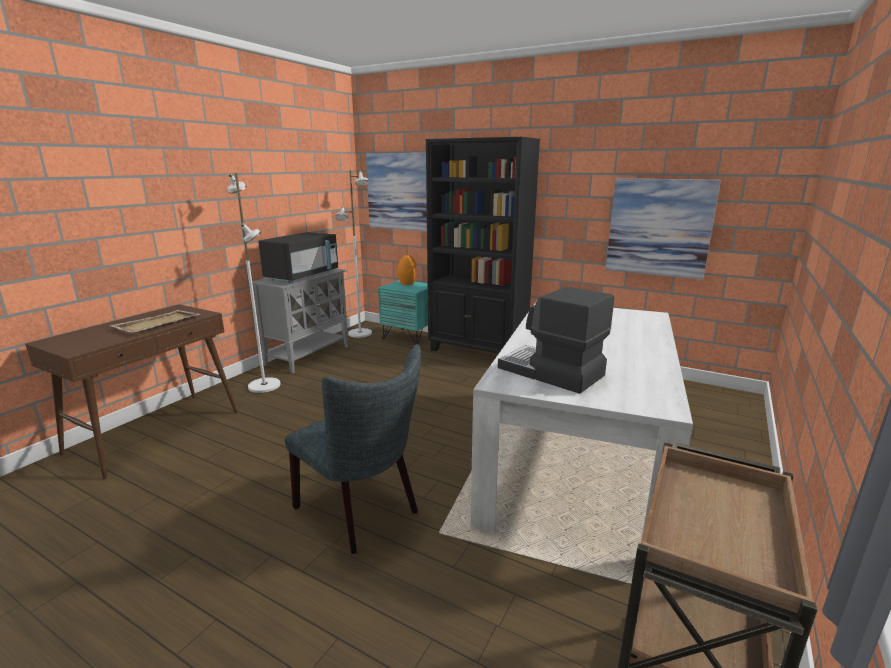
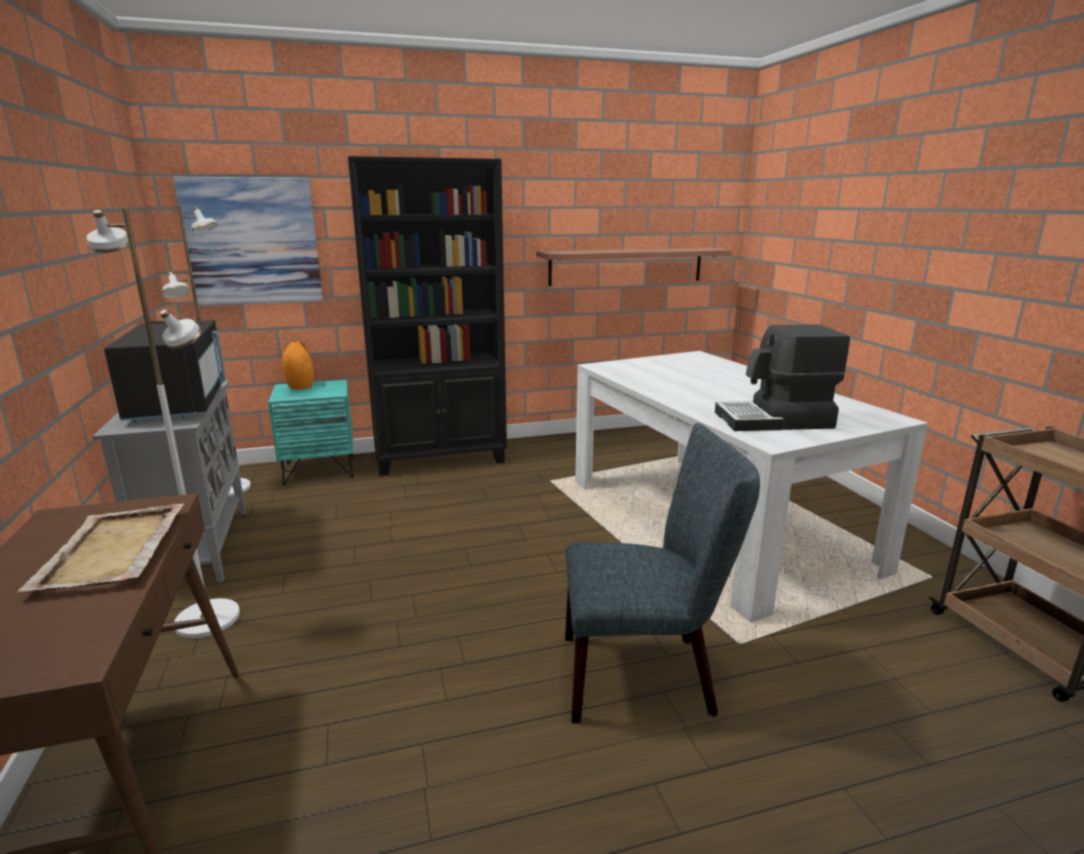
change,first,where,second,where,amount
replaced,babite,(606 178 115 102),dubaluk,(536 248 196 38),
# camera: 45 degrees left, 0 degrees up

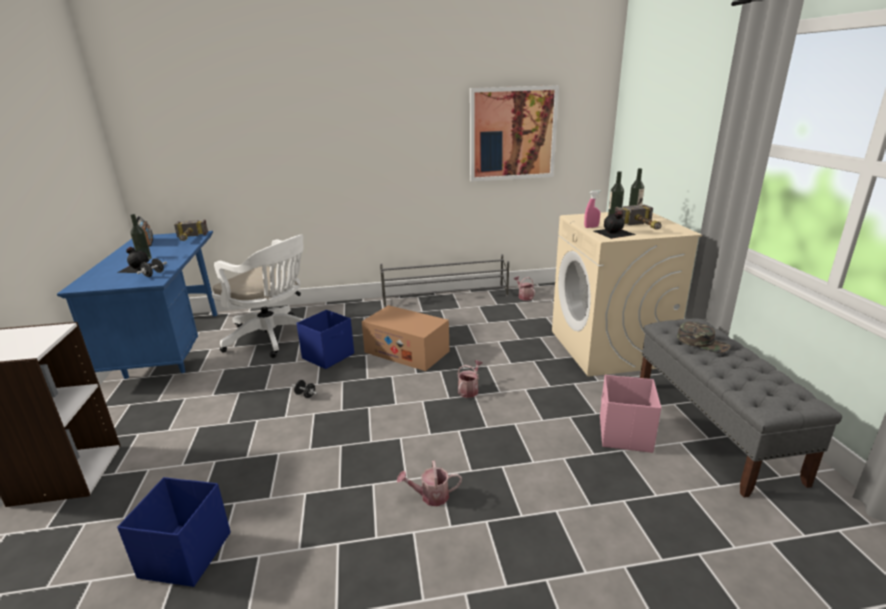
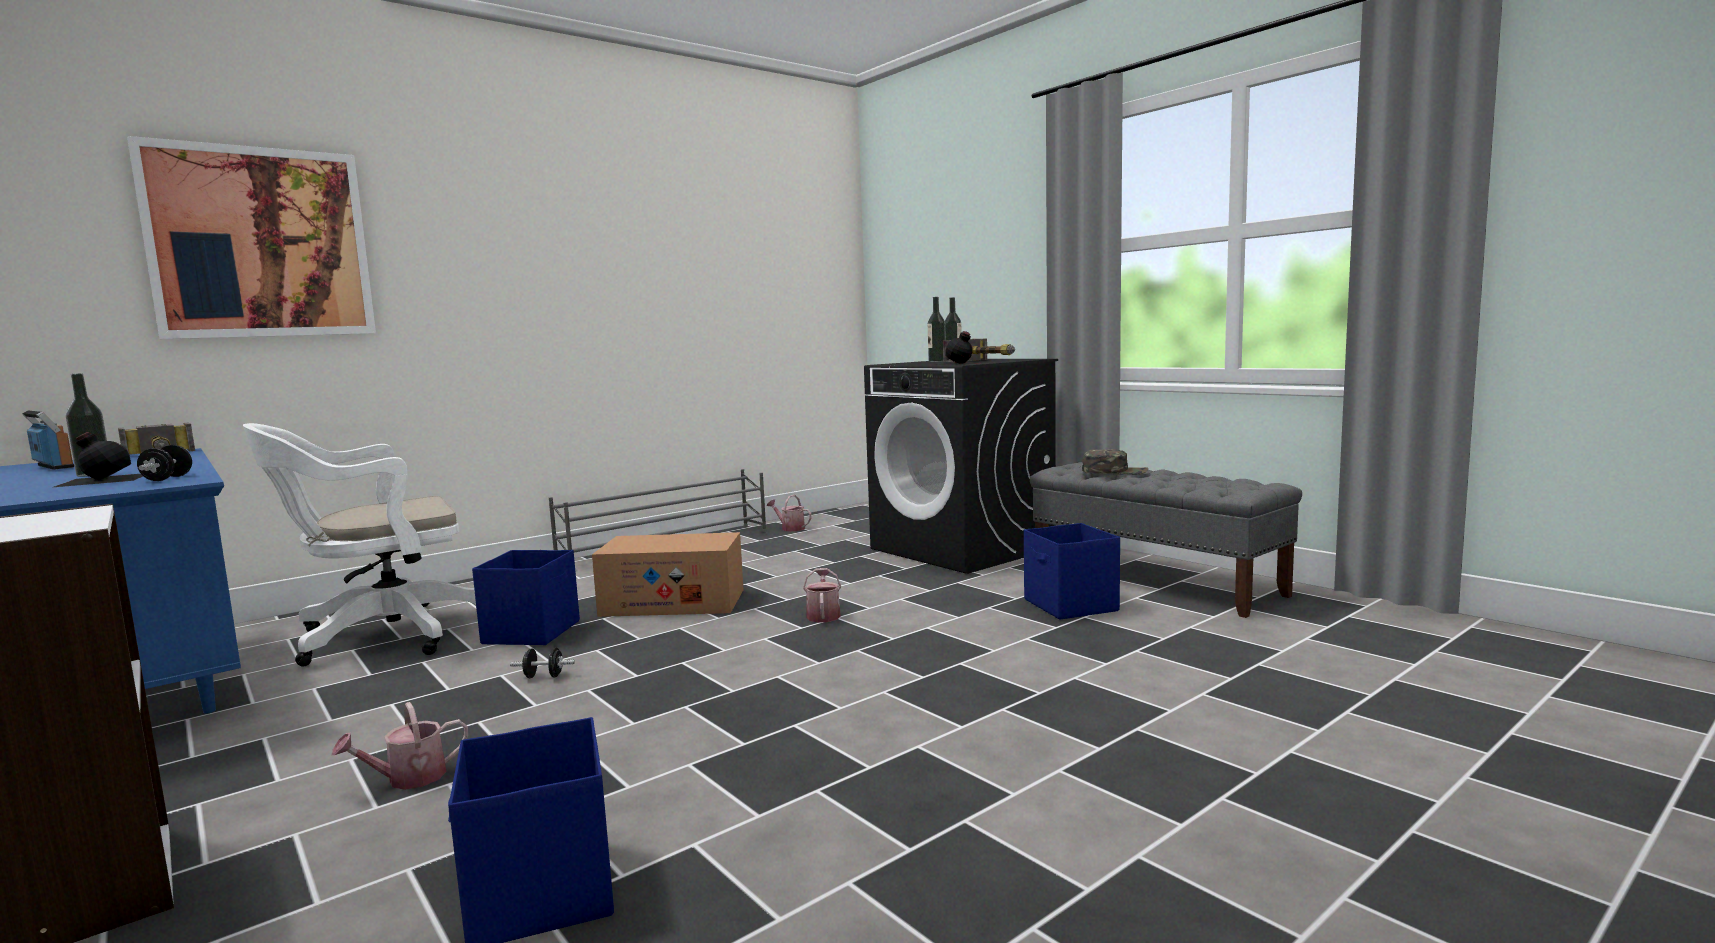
change,first,where,second,where,amount
moved,babite,(470 85 89 97),,(127 136 249 203),
turned,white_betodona,(212 234 92 124),,(243 423 233 244),150 degrees clockwise
moved,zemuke,(397 461 65 45),,(332 702 136 88),
recoloured,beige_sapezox,(552 212 150 165),black_sapezox,(864 359 194 215),
recoloured,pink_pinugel,(600 375 61 78),blue_pinugel,(1024 523 96 97),
removed,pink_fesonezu,(584 190 17 38),,,
# camera: 30 degrees left, 15 degrees down

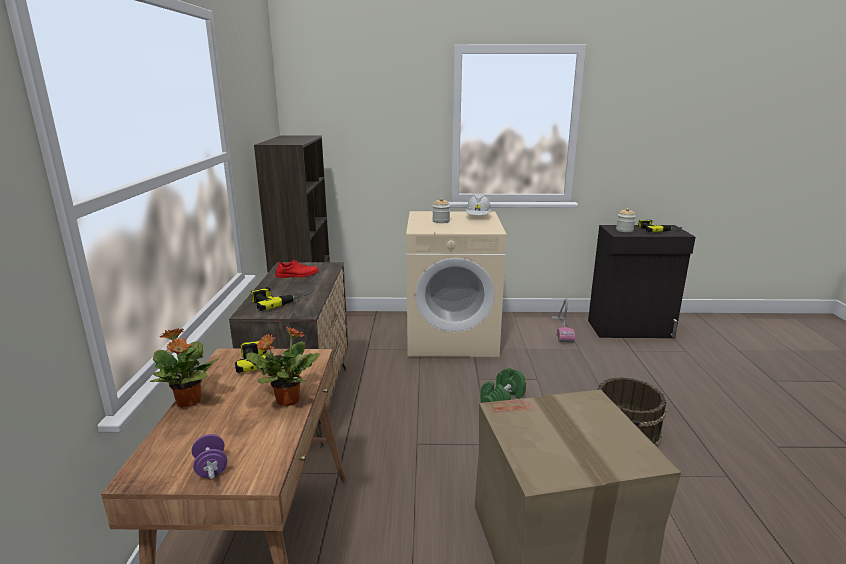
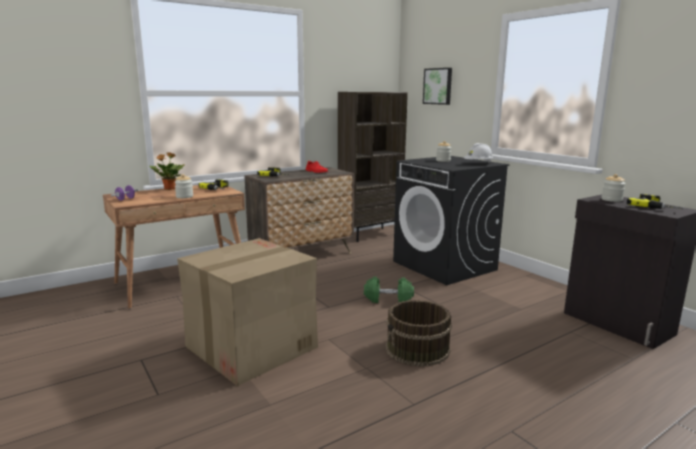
change,first,where,second,where,amount
replaced,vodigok,(246 327 74 80),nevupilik,(174 174 19 24),
recoloured,beige_sapezox,(406 211 100 146),black_sapezox,(393 156 116 129),
added,,,babite,(423 68 29 37),
removed,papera,(552 299 23 44),,,
# camera: 55 degrees right, 5 degrees down

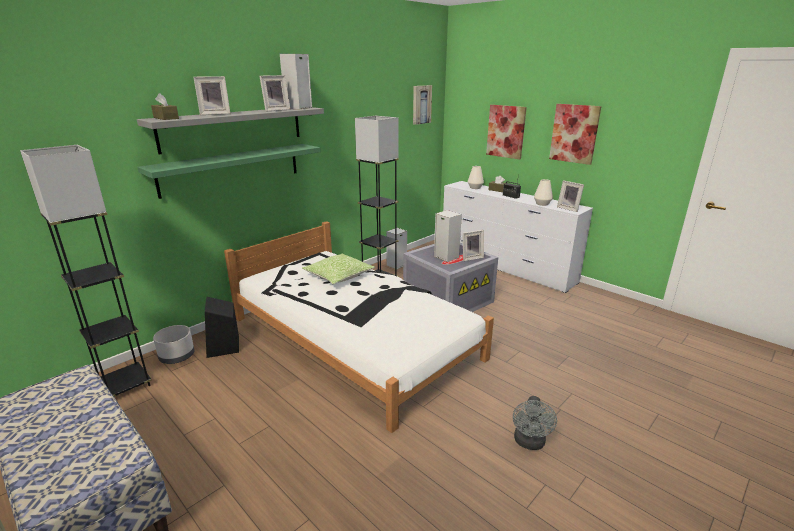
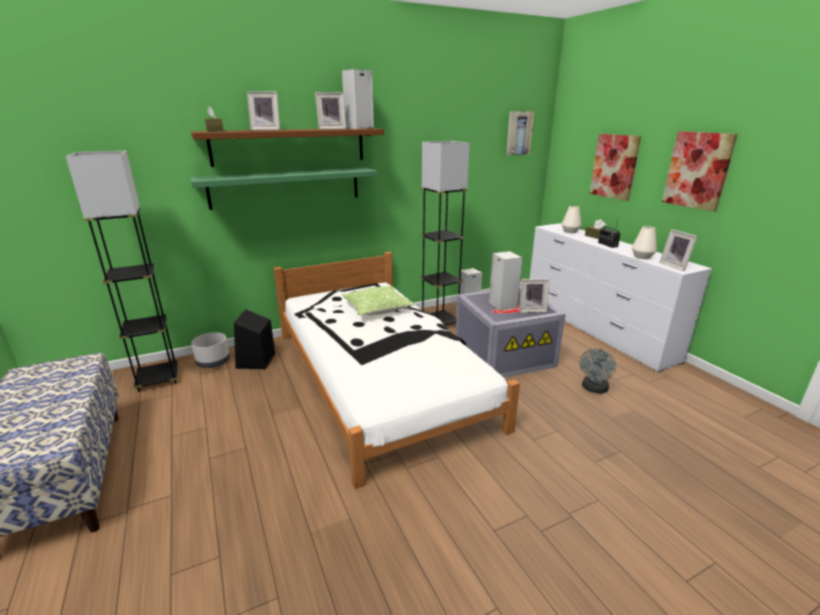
change,first,where,second,where,amount
recoloured,grey_dubaluk,(137 107 187 48),brown_dubaluk,(191 128 193 39),
moved,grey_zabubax,(513 396 44 54),,(580 348 36 46),
# camera: 20 degrees right, 0 degrees up

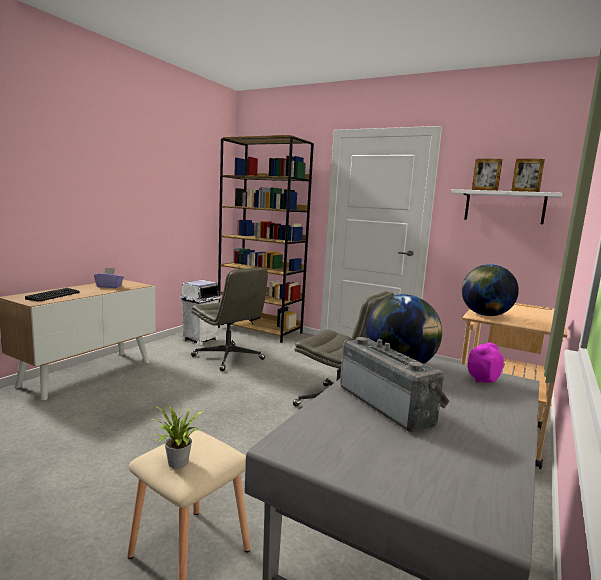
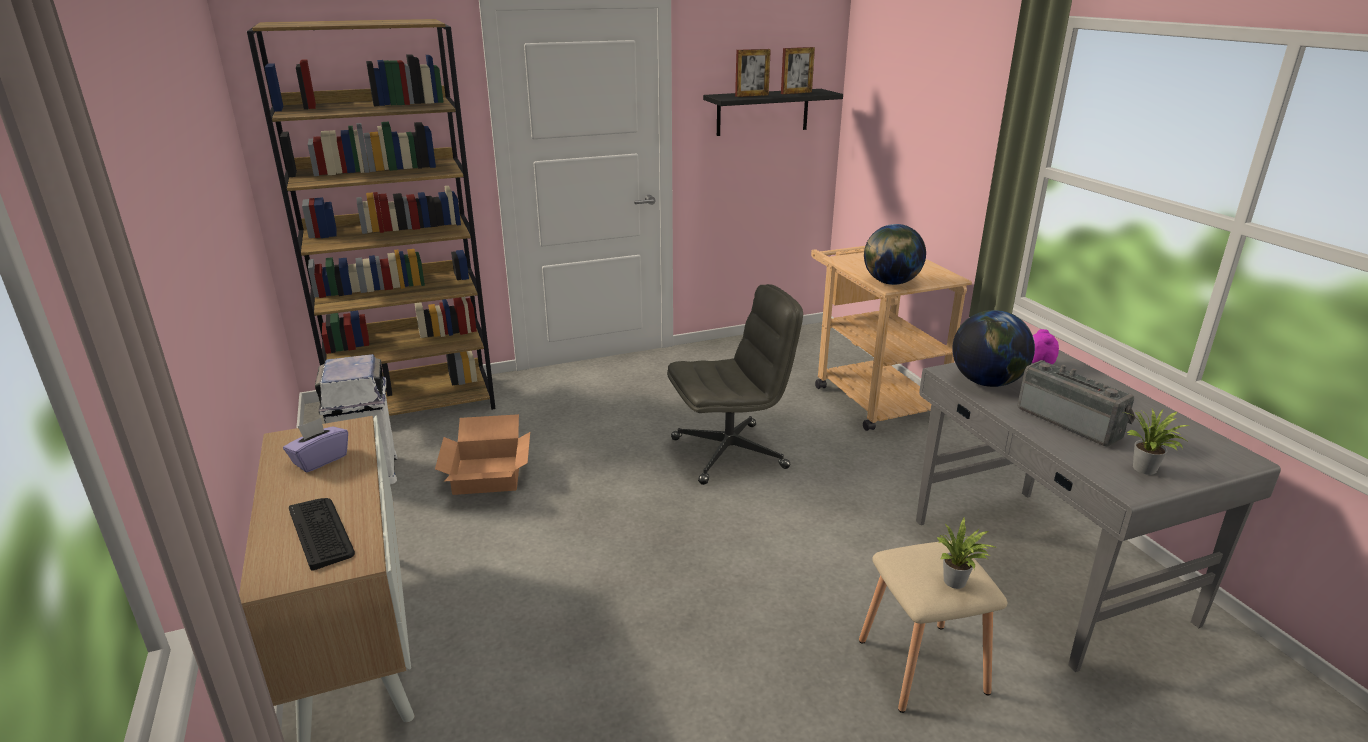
change,first,where,second,where,amount
replaced,grey_betodona,(191 268 77 103),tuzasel,(435 414 95 81),
recoloured,white_dubaluk,(451 189 111 35),black_dubaluk,(703 89 140 47),
turned,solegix,(340 337 110 95),,(1017 360 119 86),45 degrees clockwise
added,,,vodigok,(1123 409 66 66),
# camera: 50 degrees left, 15 degrees up

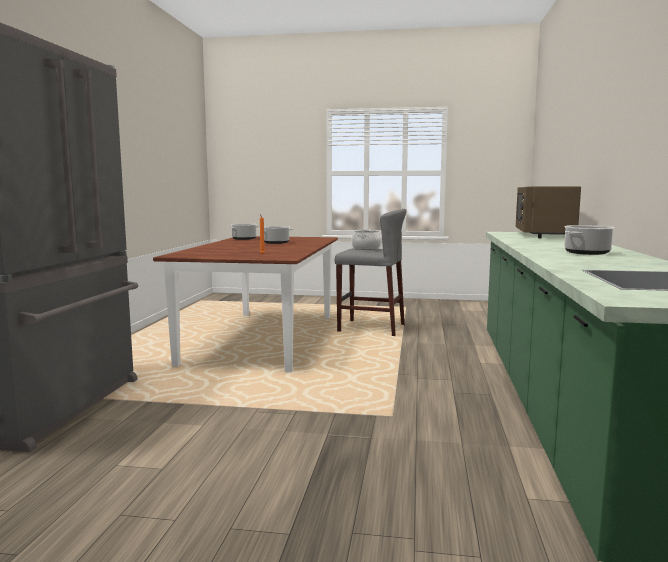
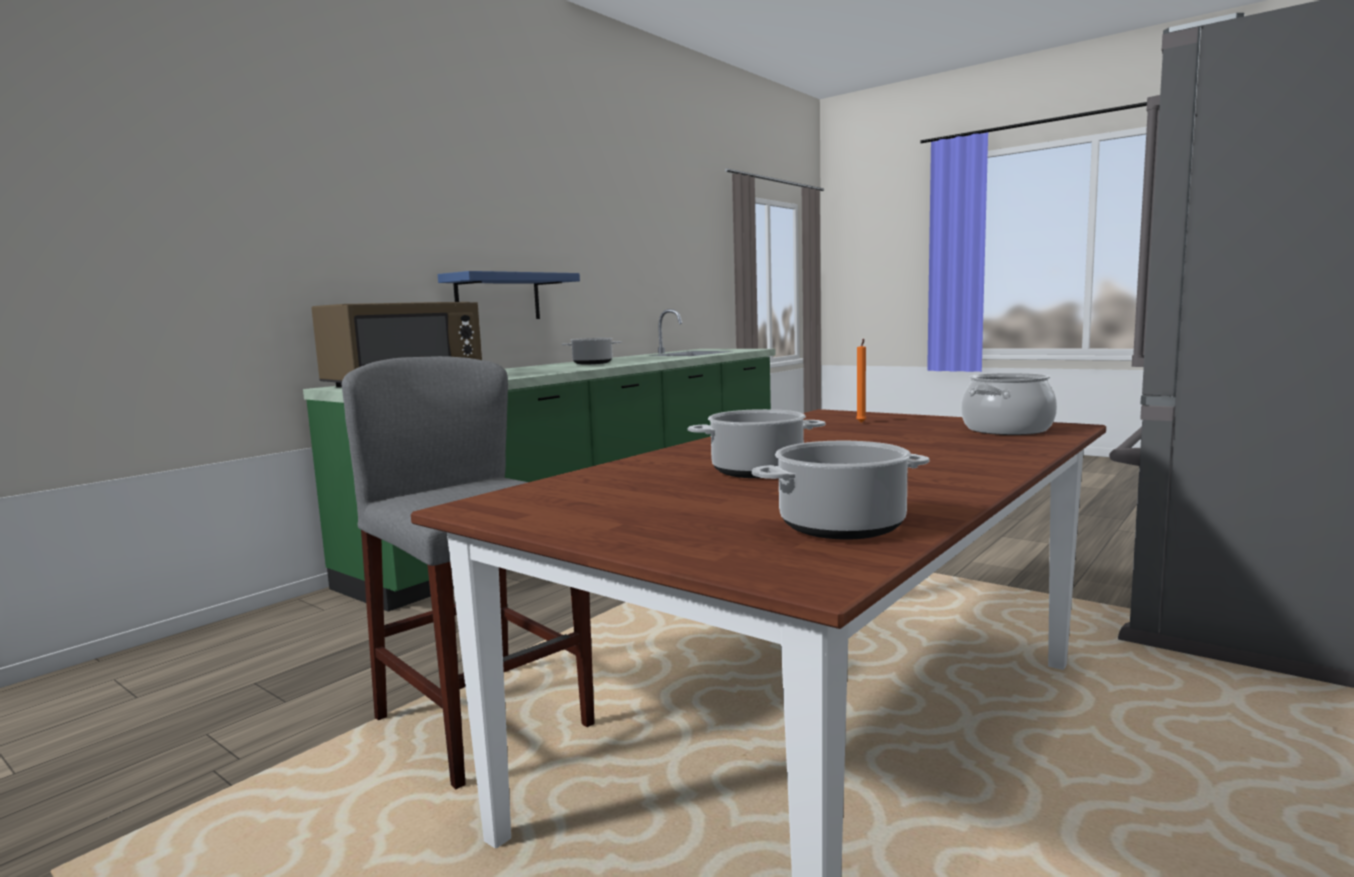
change,first,where,second,where,amount
added,,,blue_dubaluk,(438 271 142 48),
moved,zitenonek,(351 230 30 20),,(961 373 96 62),
# camera: 150 degrees left, 0 degrees up

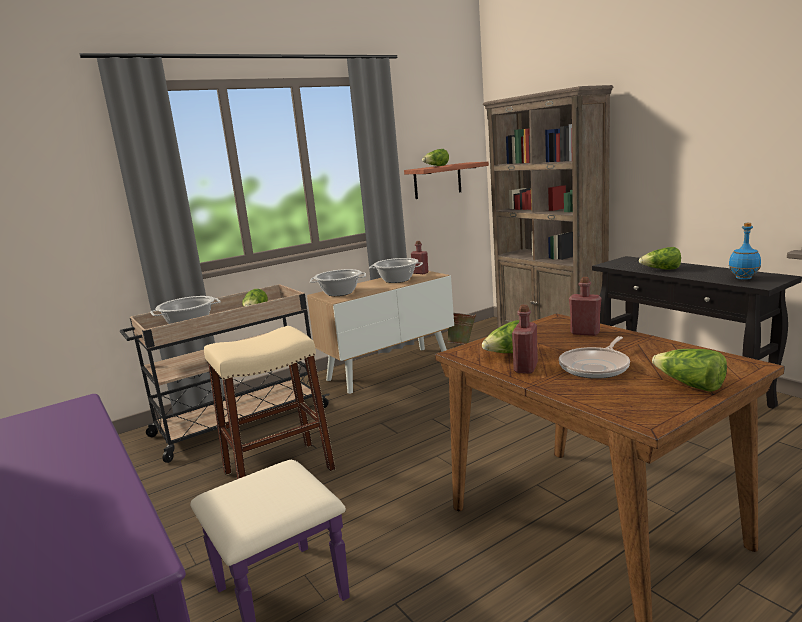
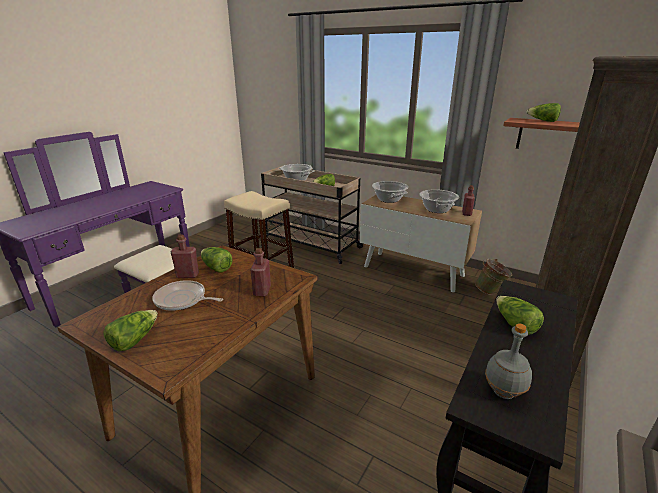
change,first,where,second,where,amount
recoloured,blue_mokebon,(729 223 32 57),grey_mokebon,(485 323 47 76),
# camera: 65 degrees right, 10 degrees up

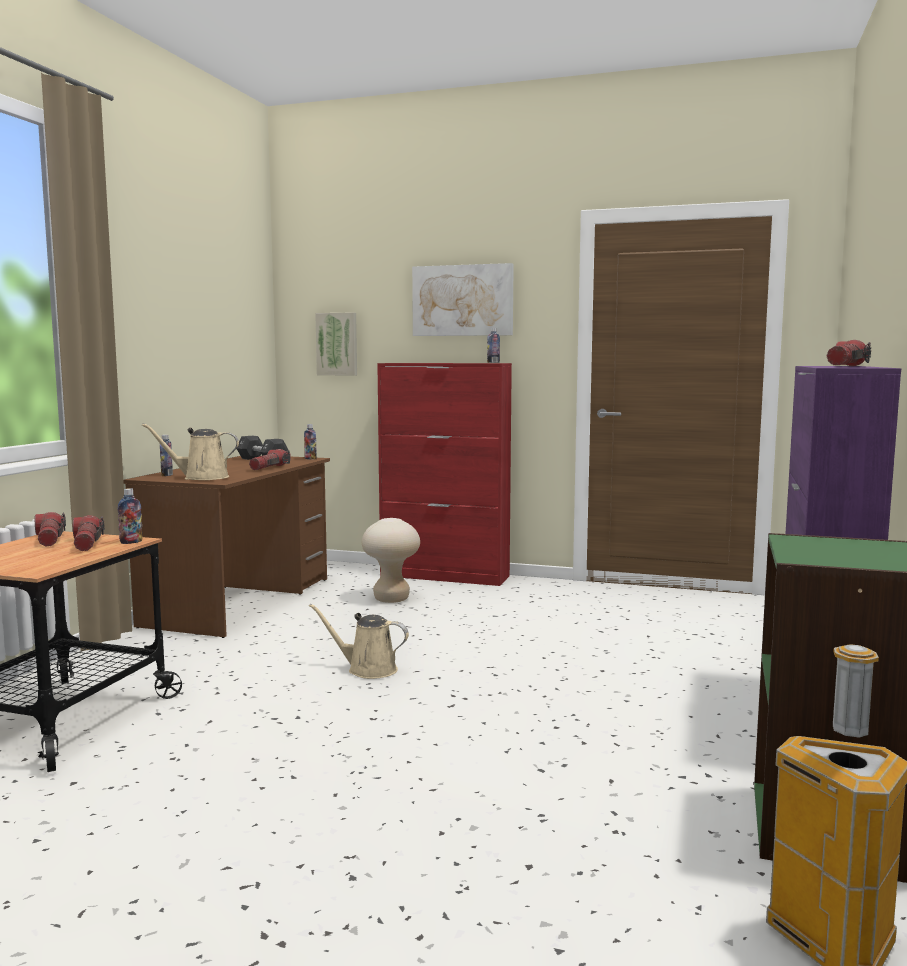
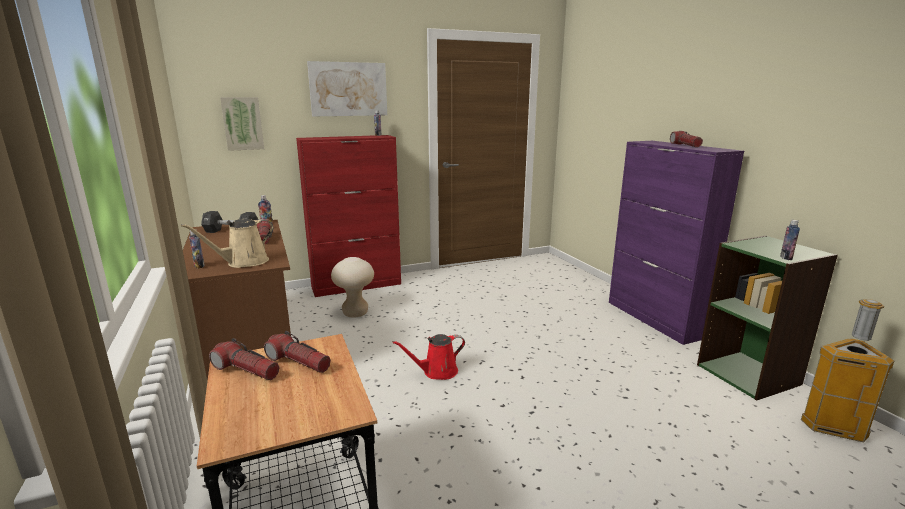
change,first,where,second,where,amount
recoloured,beige_zemuke,(309 604 100 75),red_zemuke,(392 334 73 46),
moved,mokebon,(118 488 25 56),,(780 220 20 40),
# camera: 40 degrees left, 10 degrees up

